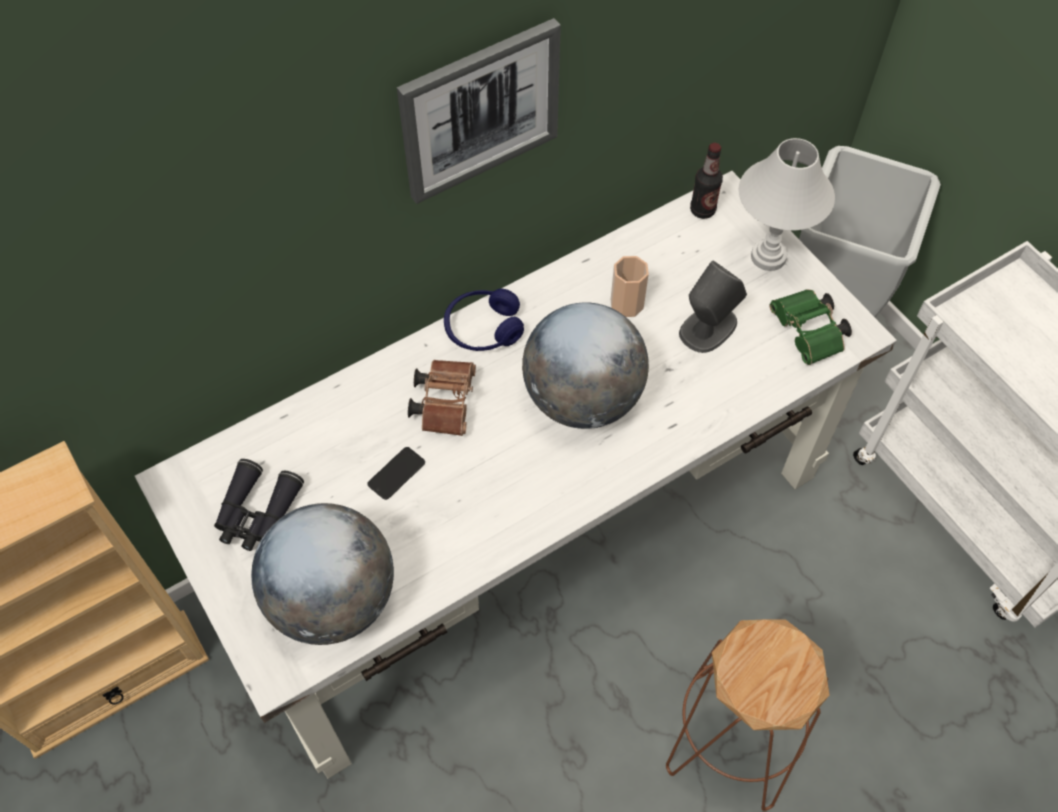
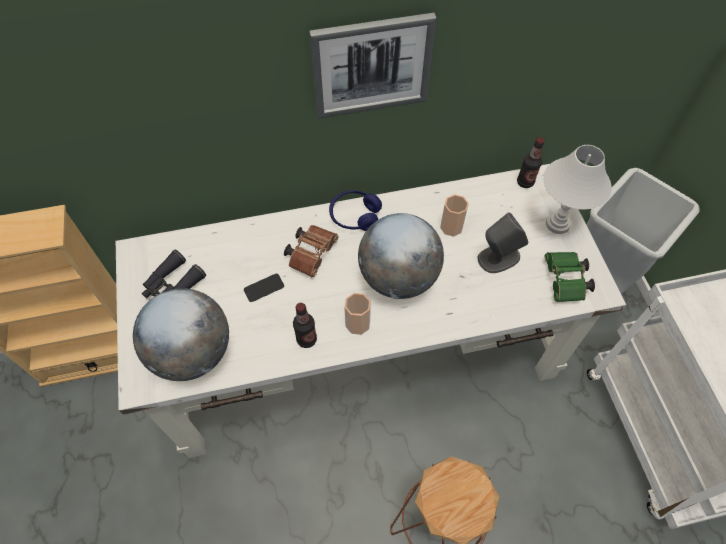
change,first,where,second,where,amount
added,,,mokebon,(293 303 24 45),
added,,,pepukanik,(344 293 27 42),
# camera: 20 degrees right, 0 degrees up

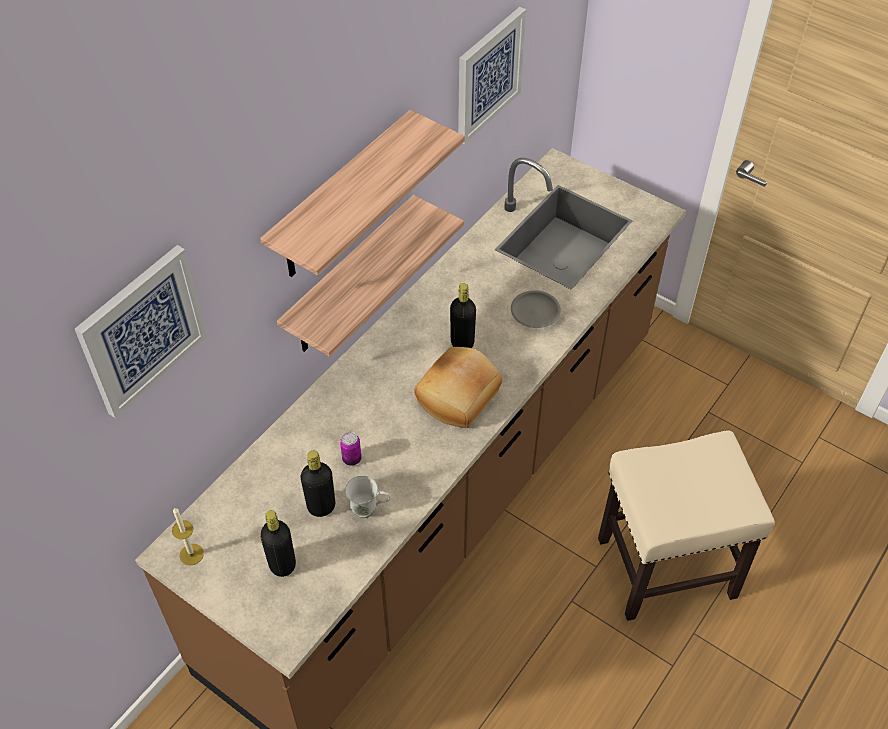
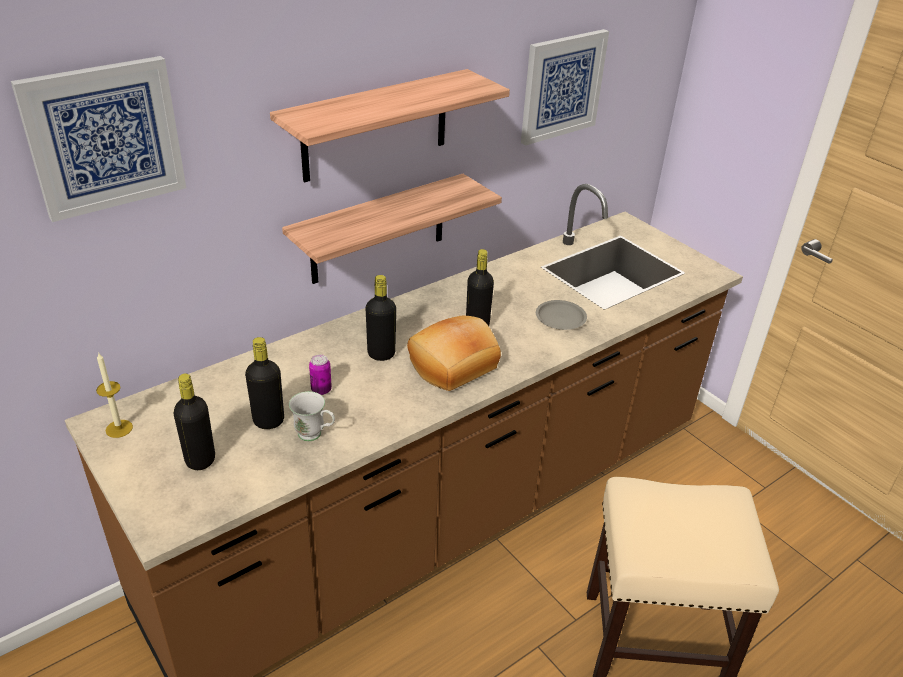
change,first,where,second,where,amount
added,,,black_mokebon,(366 275 30 86),
# camera: 15 degrees right, 15 degrees down

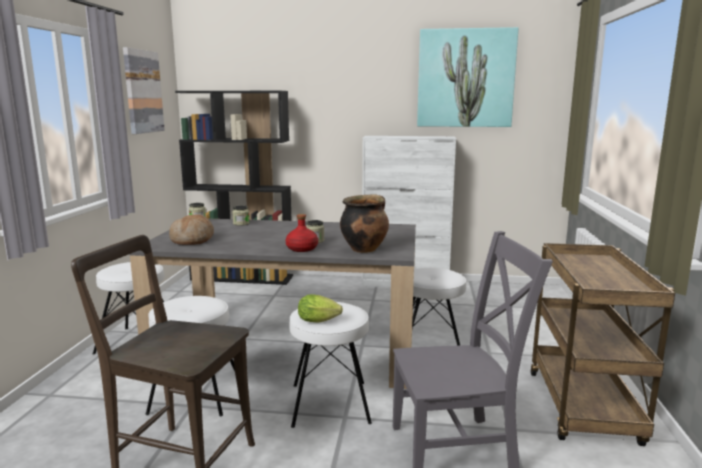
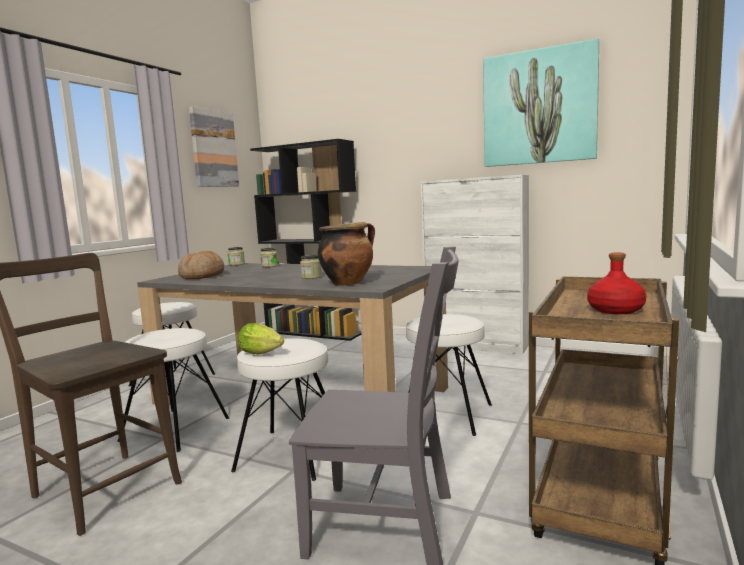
change,first,where,second,where,amount
moved,red_mokebon,(286 214 32 38),,(587 253 59 61),
# camera: 20 degrees right, 5 degrees down

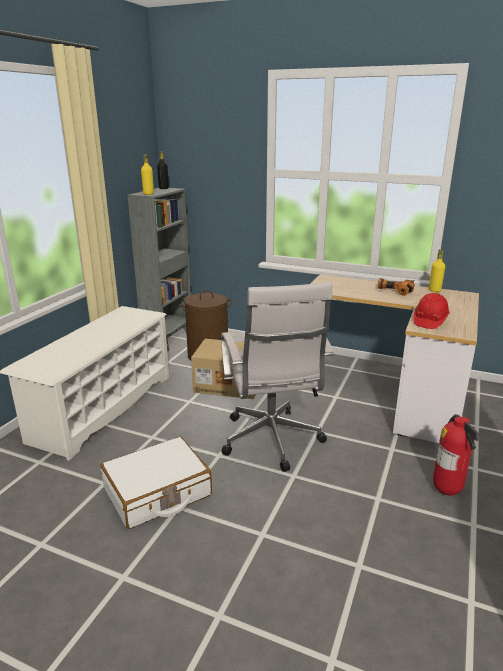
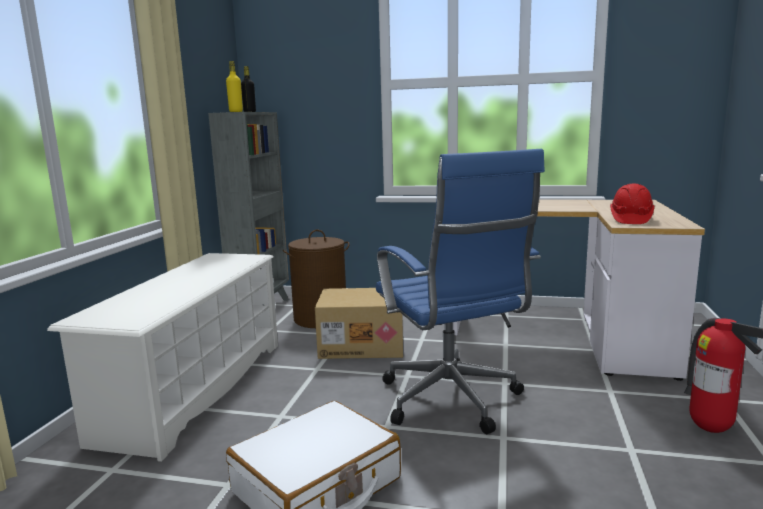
change,first,where,second,where,amount
recoloured,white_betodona,(221 282 113 190),blue_betodona,(376 149 169 285),
removed,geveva,(378 278 37 18),,,
removed,yellow_mokebon,(429 249 16 43),,,
# camera: 10 degrees left, 10 degrees down

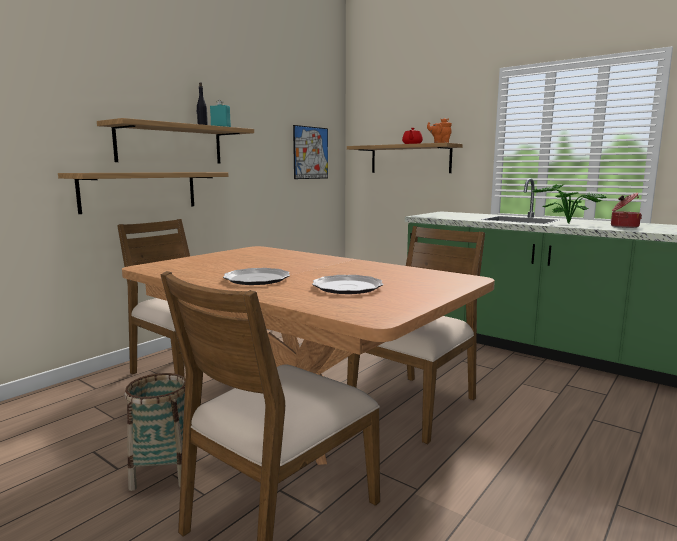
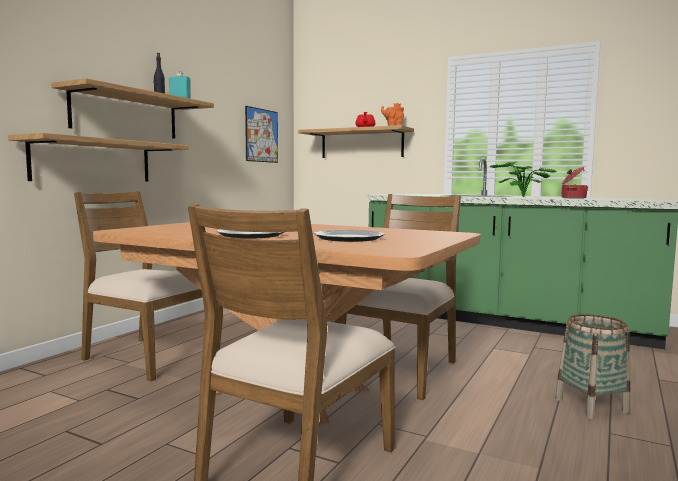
change,first,where,second,where,amount
moved,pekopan,(124 373 61 118),,(555 314 75 105),
# camera: 10 degrees left, 5 degrees down

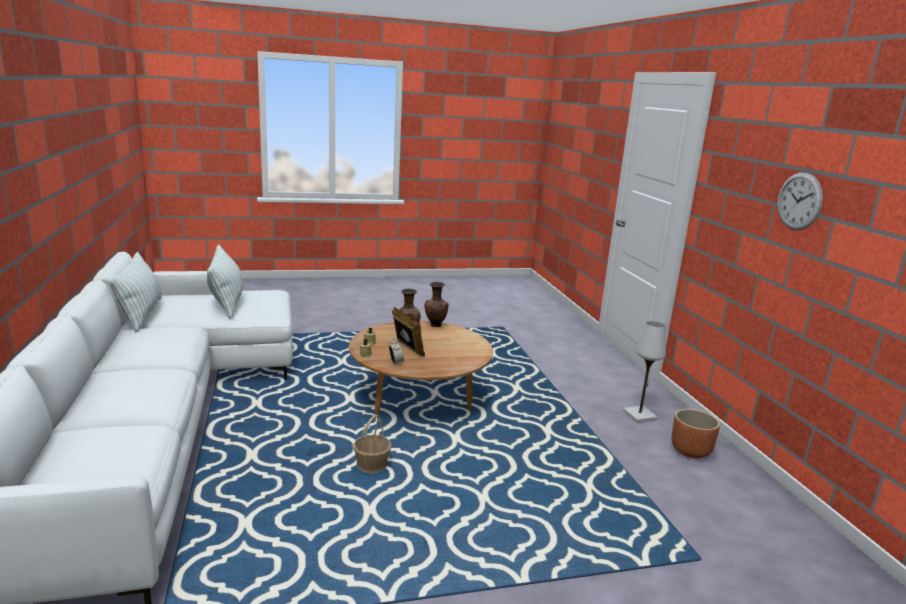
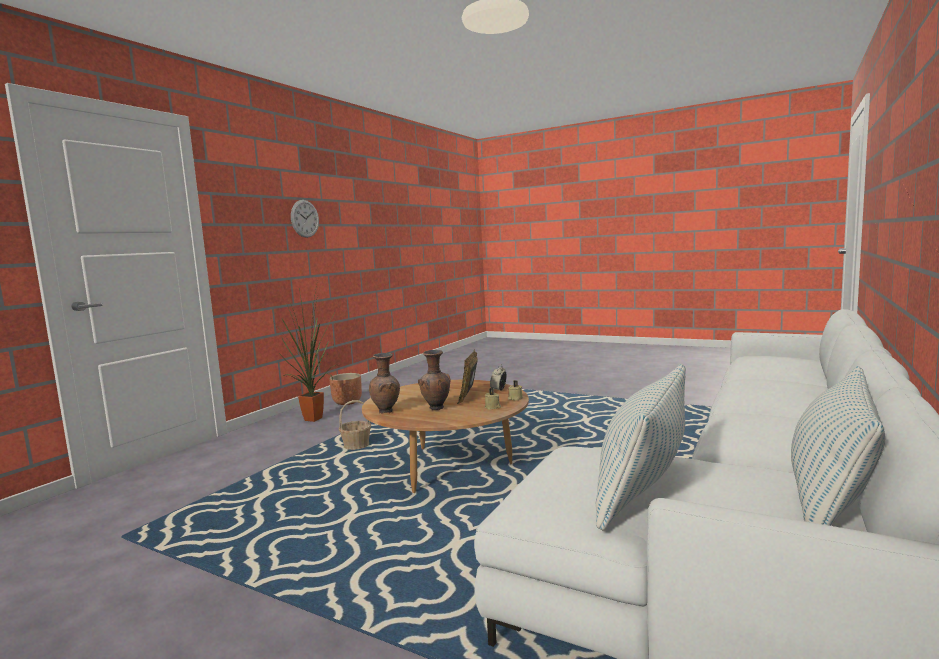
change,first,where,second,where,amount
replaced,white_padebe,(623 321 43 102),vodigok,(272 285 67 137),
moved,pekopan,(353 415 39 58),,(339 400 32 50),
# camera: 135 degrees left, 10 degrees down

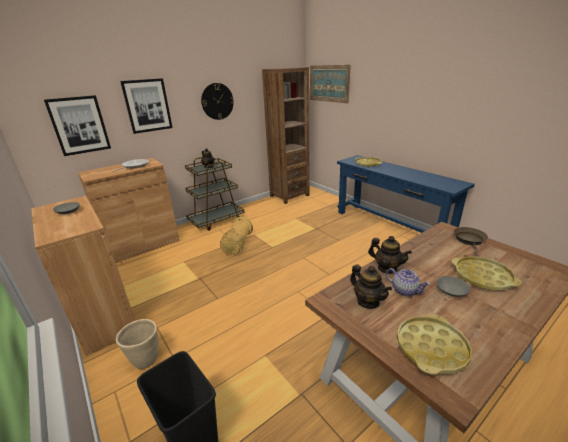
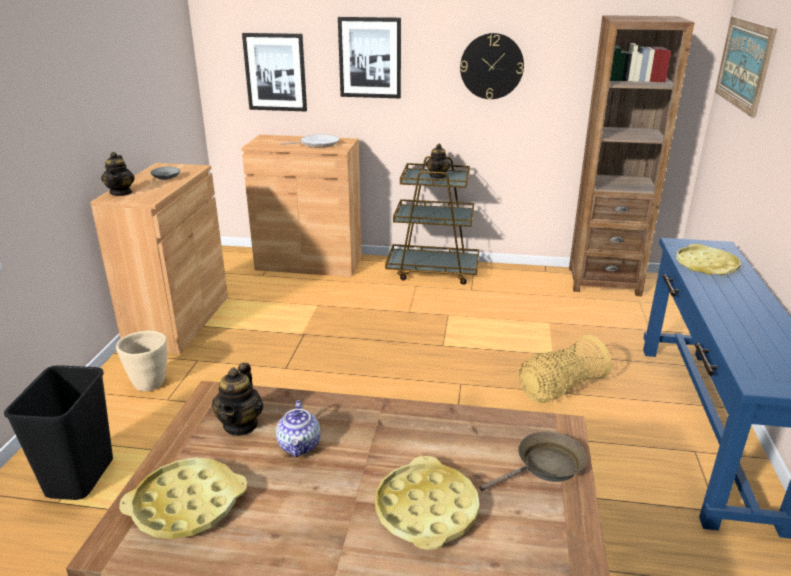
change,first,where,second,where,amount
moved,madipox,(368 236 44 38),,(101 152 34 44),
moved,pekopan,(220 217 33 38),,(518 335 93 68),
removed,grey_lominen,(436 276 35 21),,,
# camera: 45 degrees right, 0 degrees up

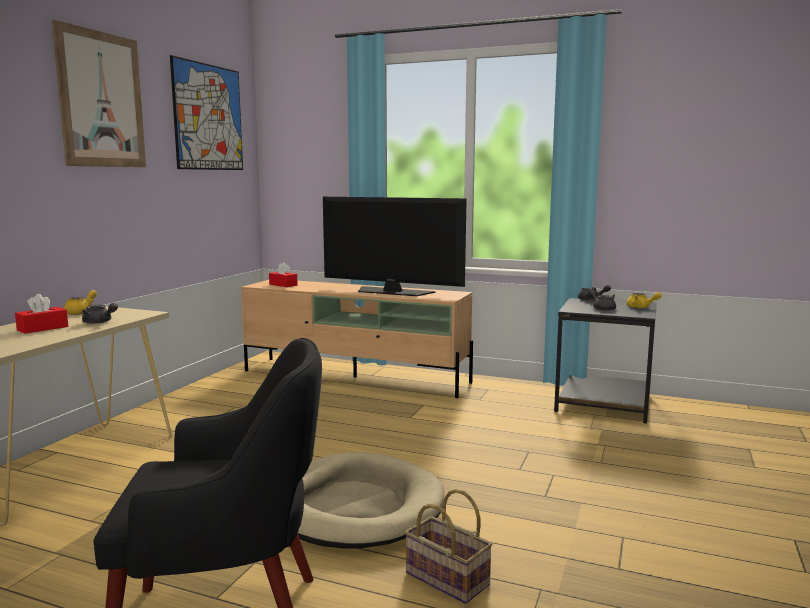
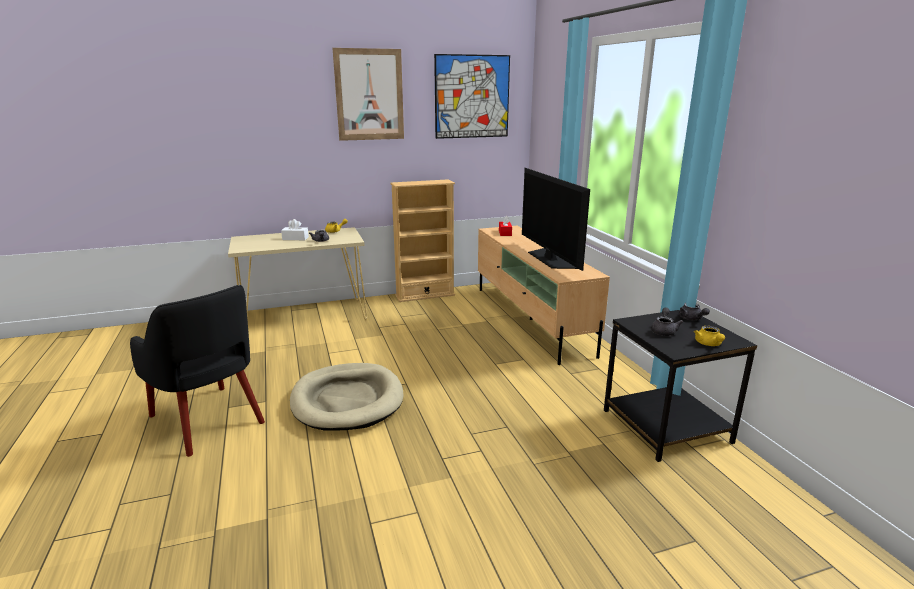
change,first,where,second,where,amount
recoloured,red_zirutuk,(15 294 53 40),white_zirutuk,(281 219 28 21),
added,,,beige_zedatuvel,(390 179 65 123),
removed,pekopan,(405 489 88 115),,,
# camera: 50 degrees right, 10 degrees up

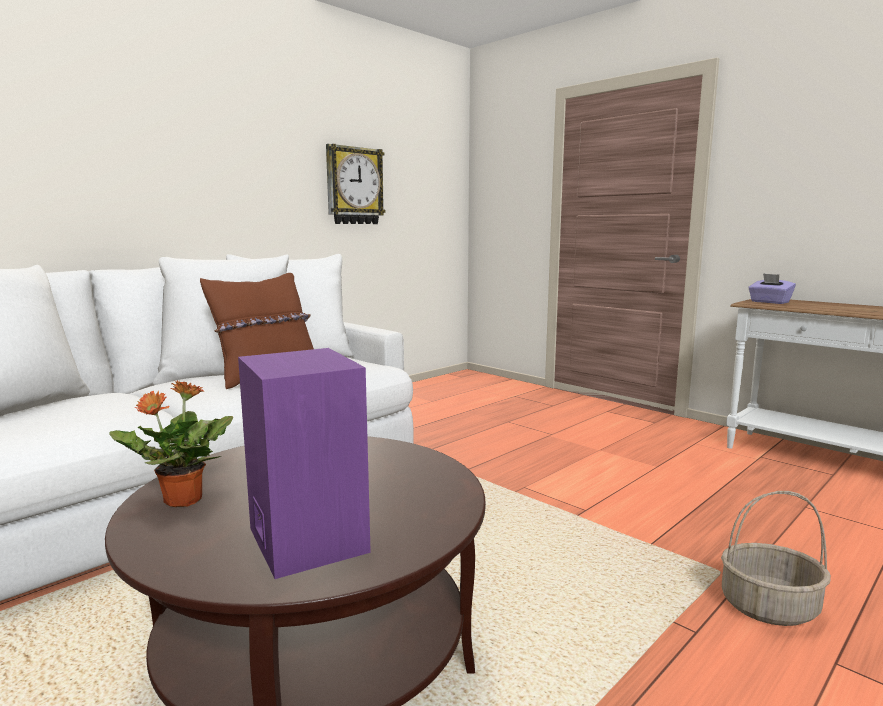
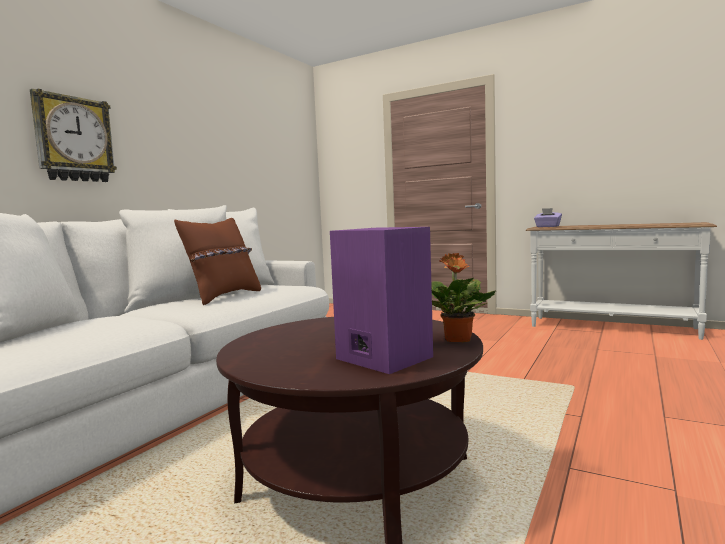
change,first,where,second,where,amount
moved,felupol,(326 144 60 80),,(30 89 87 93),
moved,vodigok,(109 380 124 127),,(431 253 65 90),
removed,pekopan,(721 491 110 135),,,
# camera: 15 degrees left, 5 degrees down

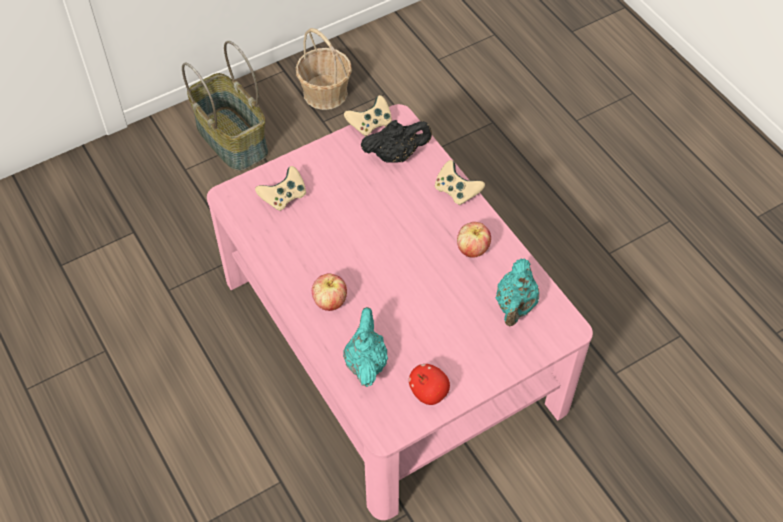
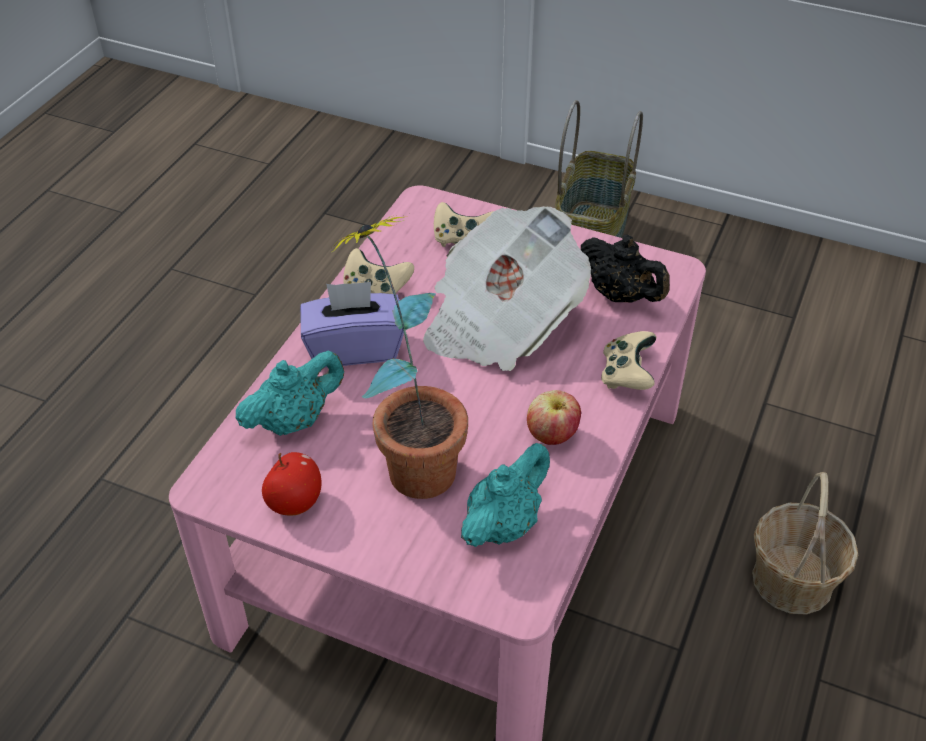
change,first,where,second,where,amount
replaced,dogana,(312 273 35 38),purple_zirutuk,(300 281 104 87),
added,,,vodigok,(332 215 136 284),
moved,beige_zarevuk,(344 95 48 42),,(343 248 71 46),
added,,,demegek,(423 206 168 165),
turned,turquoise_madipox,(495 258 44 68),,(461 443 89 104),150 degrees clockwise
moved,pekopan,(296 28 56 82),,(752 472 106 143),
# camera: 55 degrees right, 10 degrees down

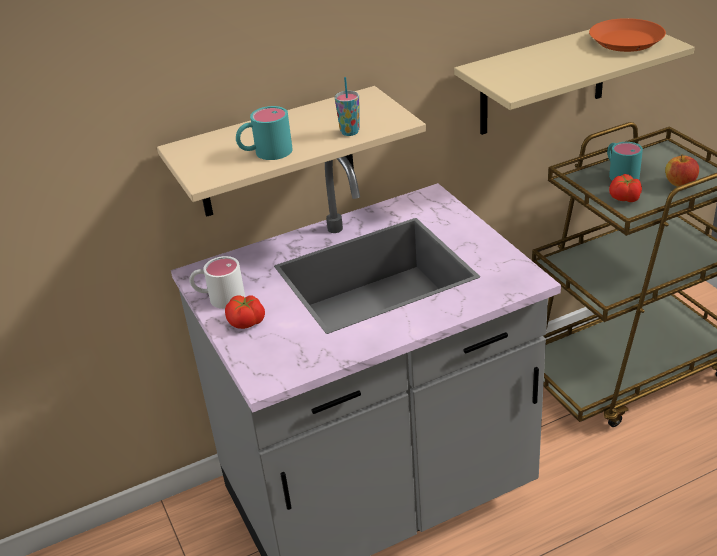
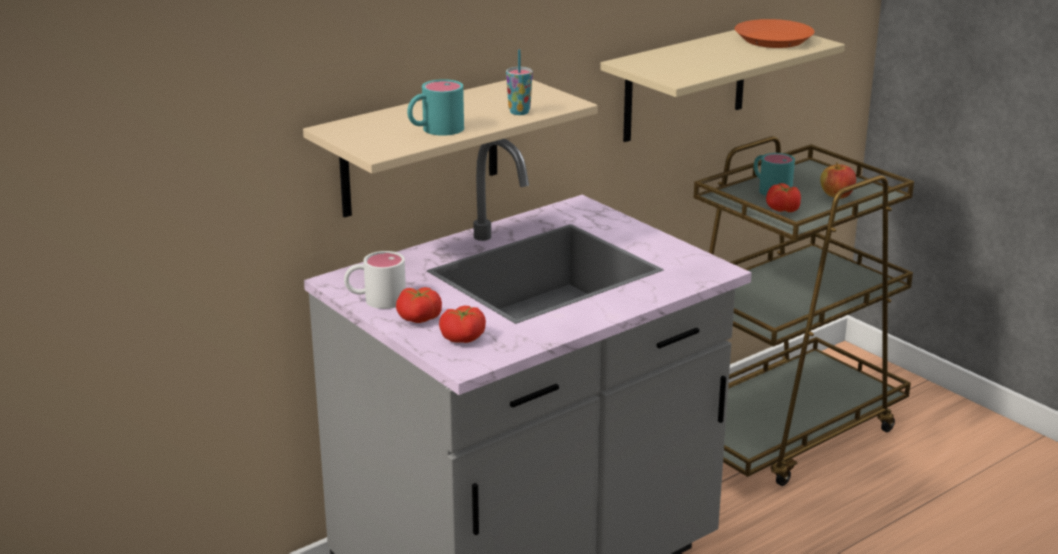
change,first,where,second,where,amount
added,,,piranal,(439 306 47 37),
# camera: 15 degrees left, 10 degrees down

